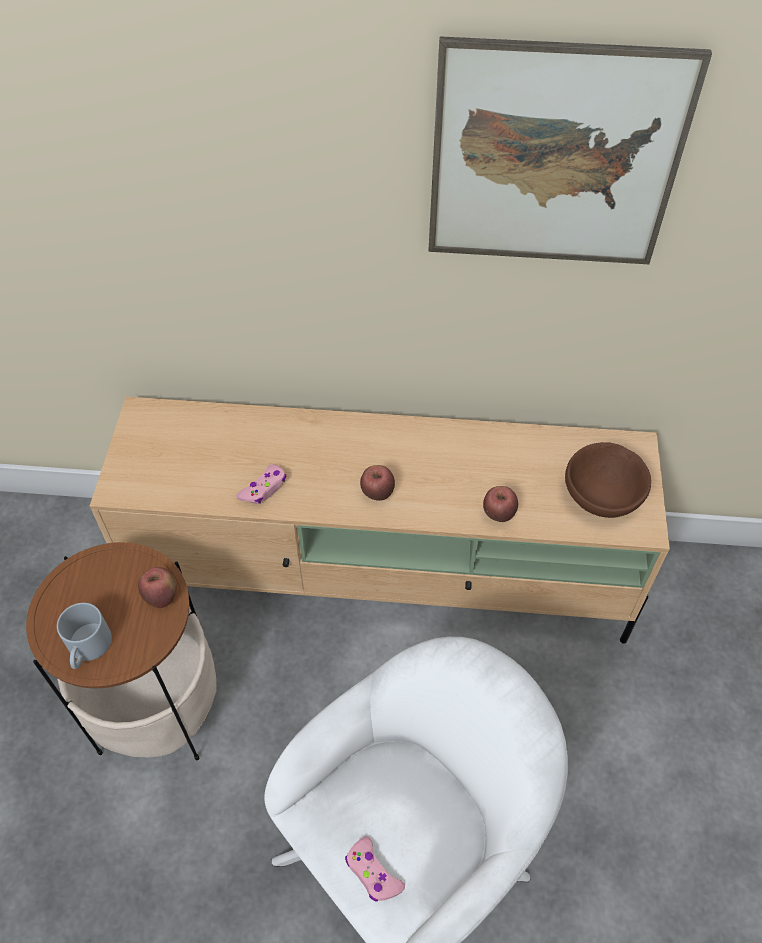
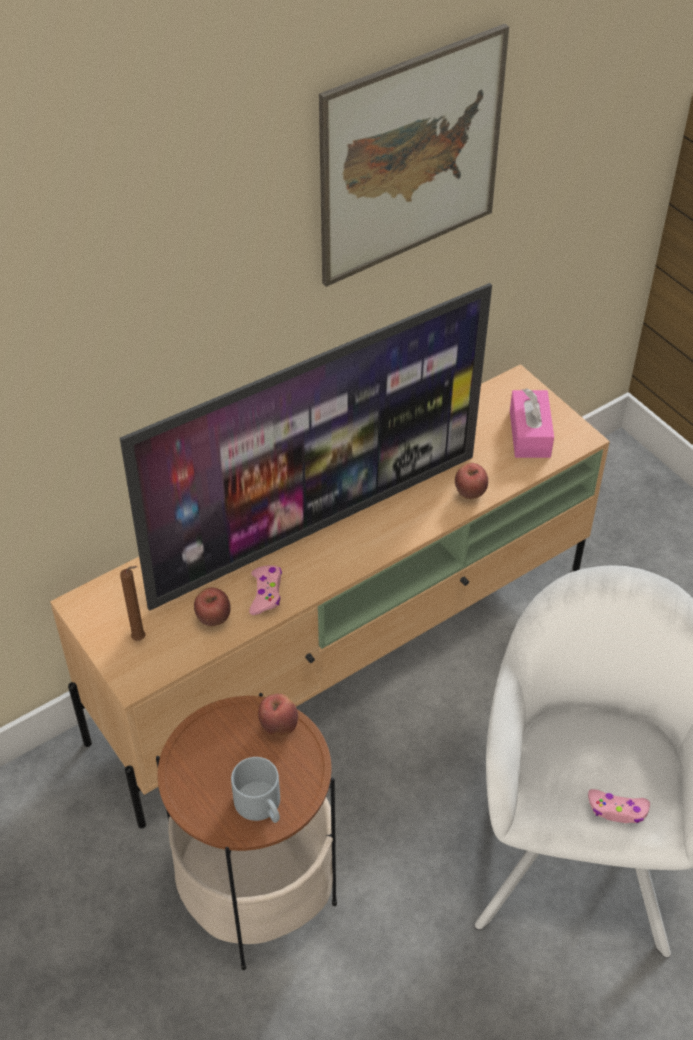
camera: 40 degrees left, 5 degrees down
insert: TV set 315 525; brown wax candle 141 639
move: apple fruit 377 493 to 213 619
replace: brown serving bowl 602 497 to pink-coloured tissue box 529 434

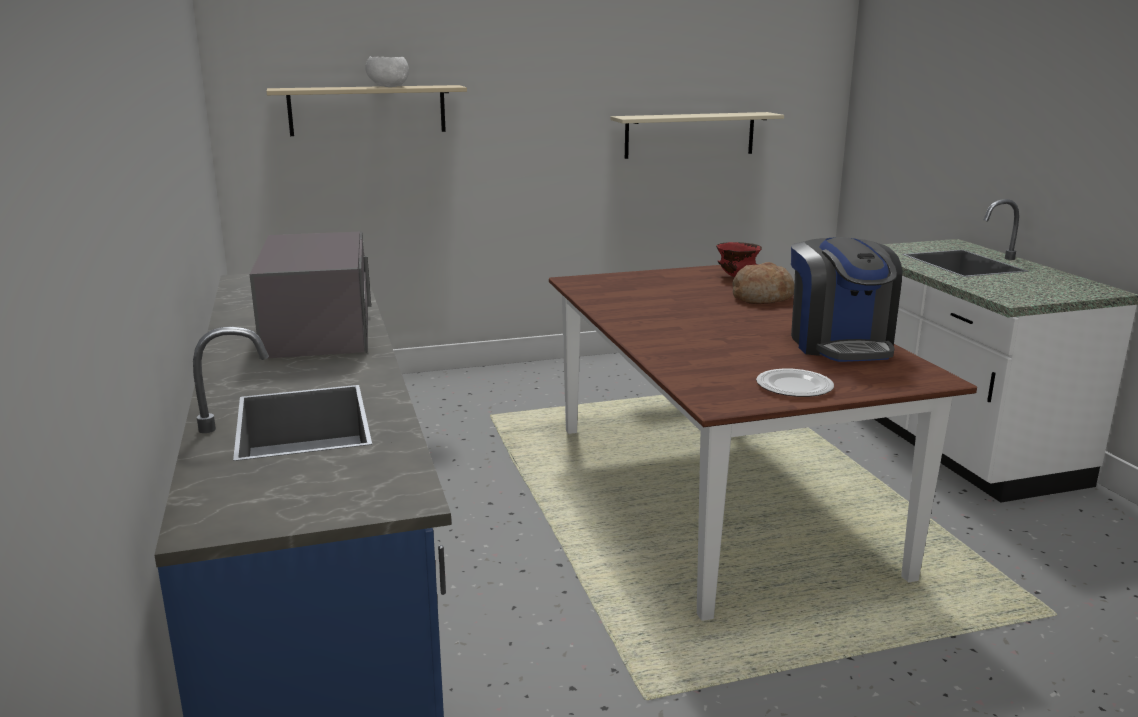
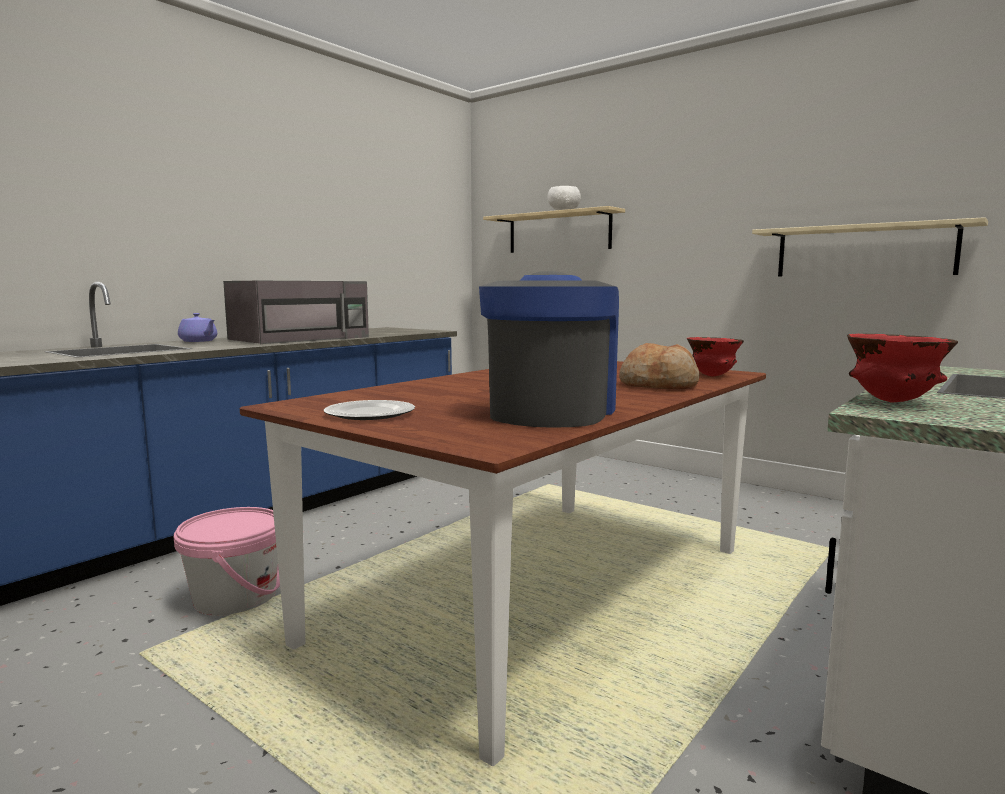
camera: 55 degrees right, 10 degrees down
insert: purple-coloured pot for tea 199 341; reddish serving bowl 894 402; pink-coloured bucket 235 597
rotate: coffee maker 840 344 = 551 412 150 degrees clockwise

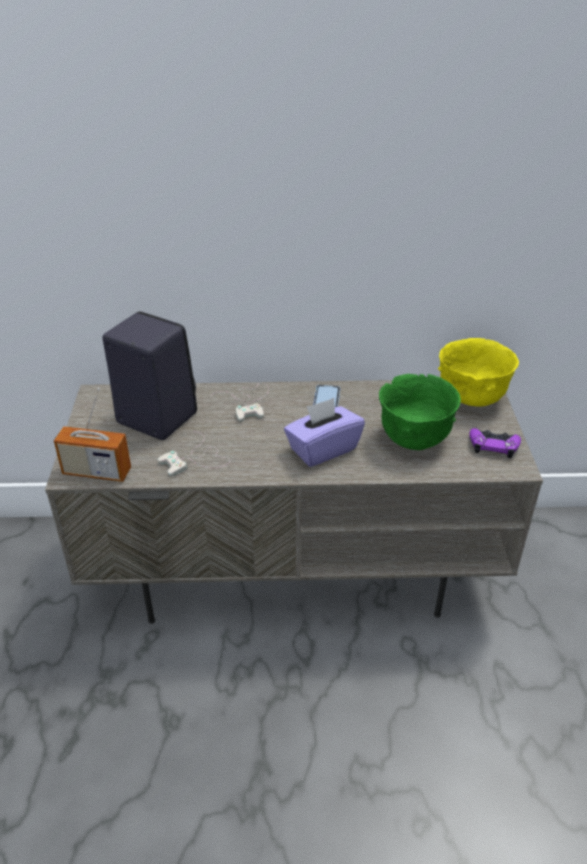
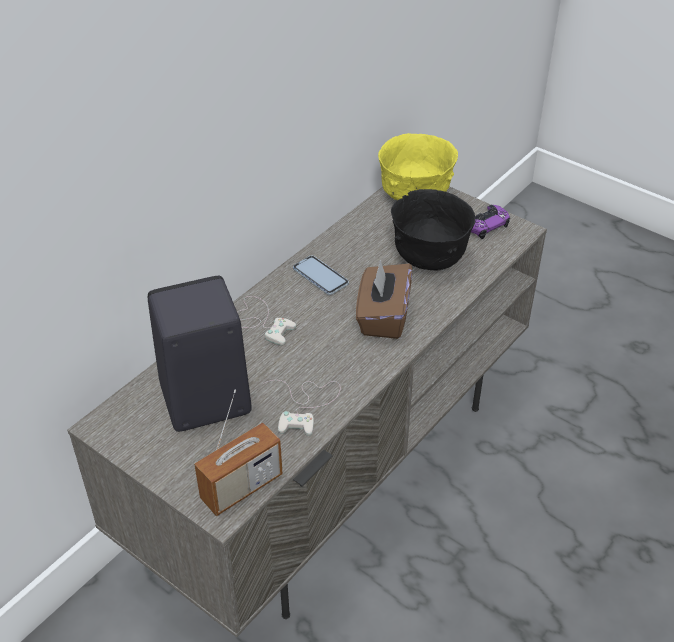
camera: 50 degrees left, 5 degrees up
recolor: greenish serving bowl 414 439 to black-coloured serving bowl 429 258; purple-coloured tissue box 322 449 to brown tissue box 383 317

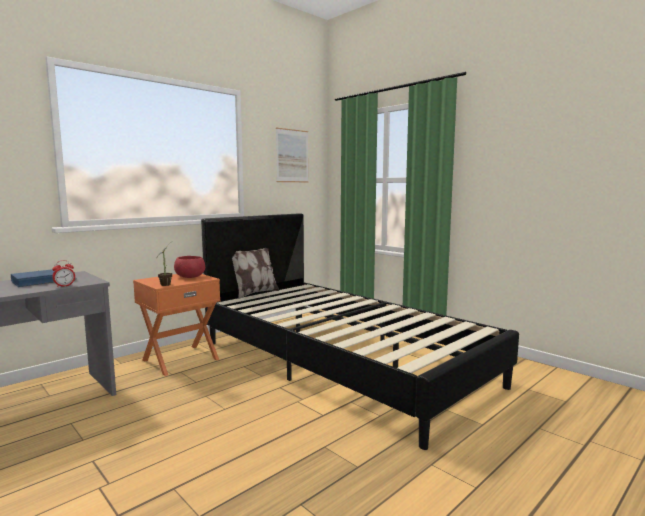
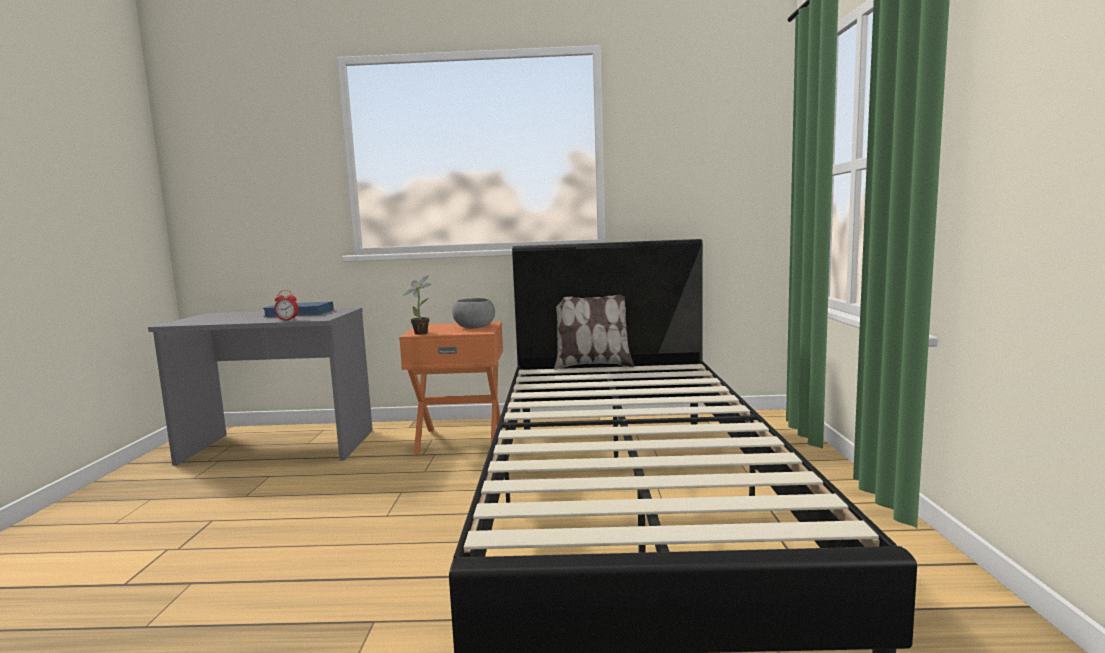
camera: 45 degrees right, 0 degrees up
delete: wall picture 292 156
recolor: reddish serving bowl 190 276 to grey serving bowl 474 327

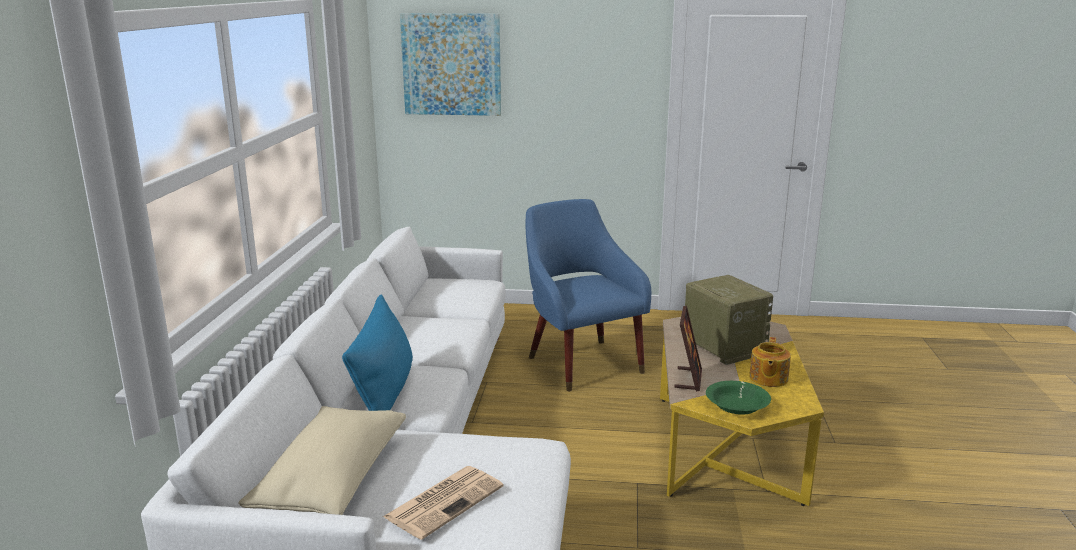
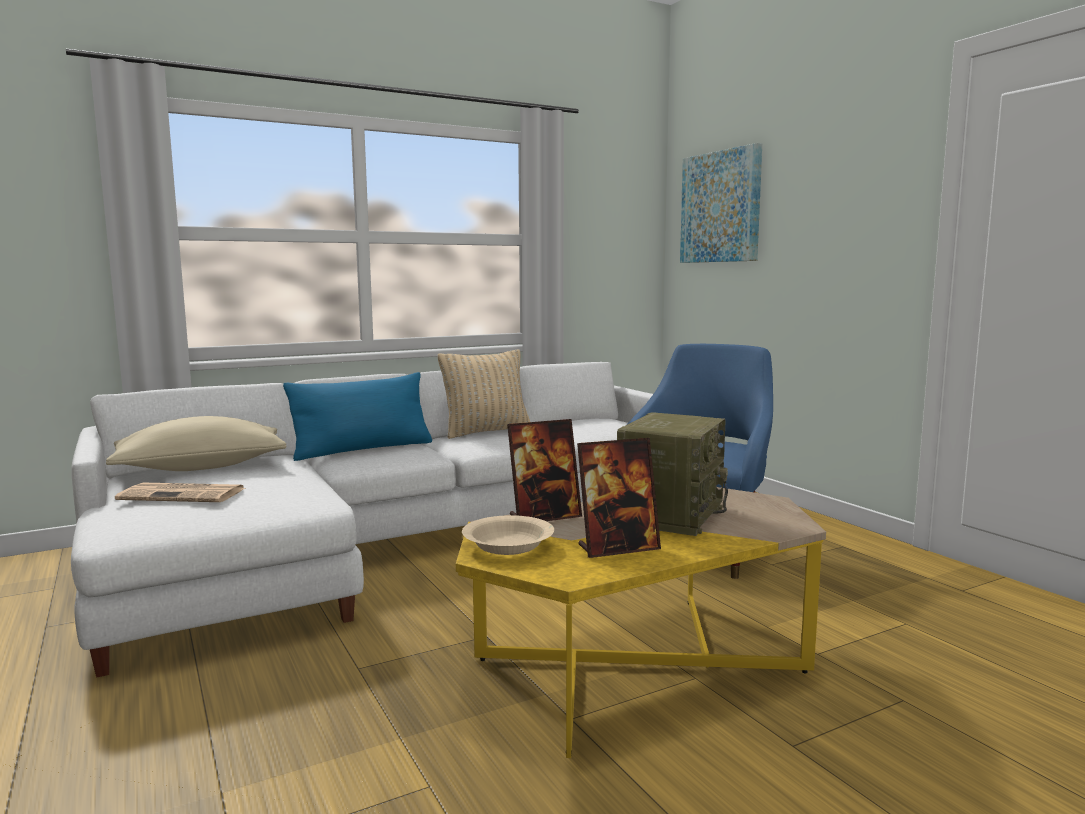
camera: 55 degrees right, 10 degrees down
insert: beige throw pillow 486 432
replace: pot for tea 768 378 to standing frame 618 548
recolor: greenish serving bowl 737 406 to beige serving bowl 508 546

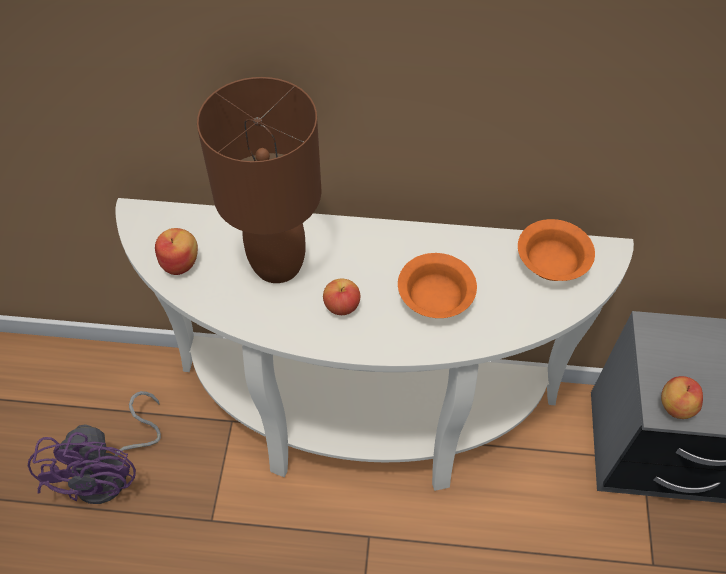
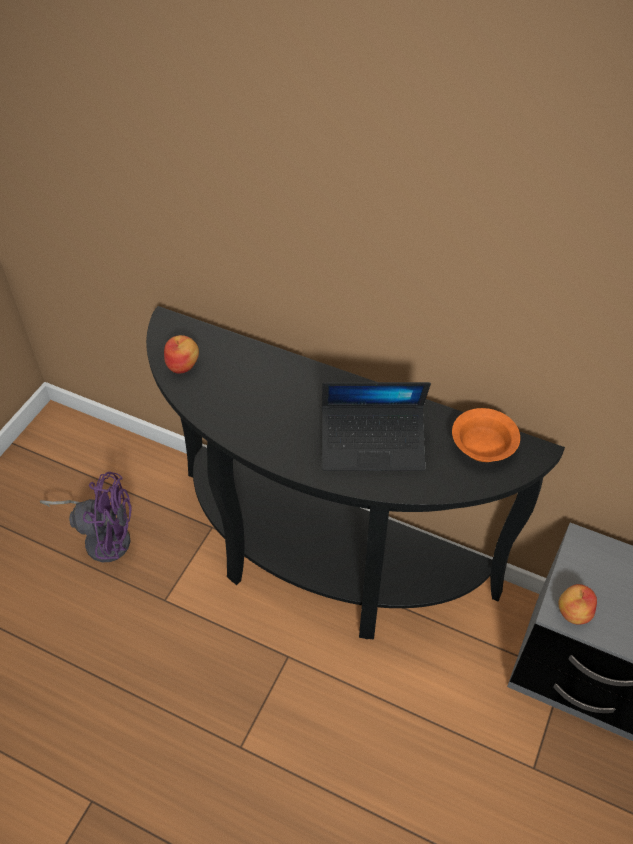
camera: 20 degrees right, 5 degrees down
delete: brown tabletop lamp 278 264; apple fruit 342 306
replace: orange serving bowl 436 296 to portable computer 372 445
recolor: white-coloured hall table 363 423 to black-coloured hall table 320 563
rotate: purple-coloured fan 112 471 = 103 537 105 degrees counterclockwise

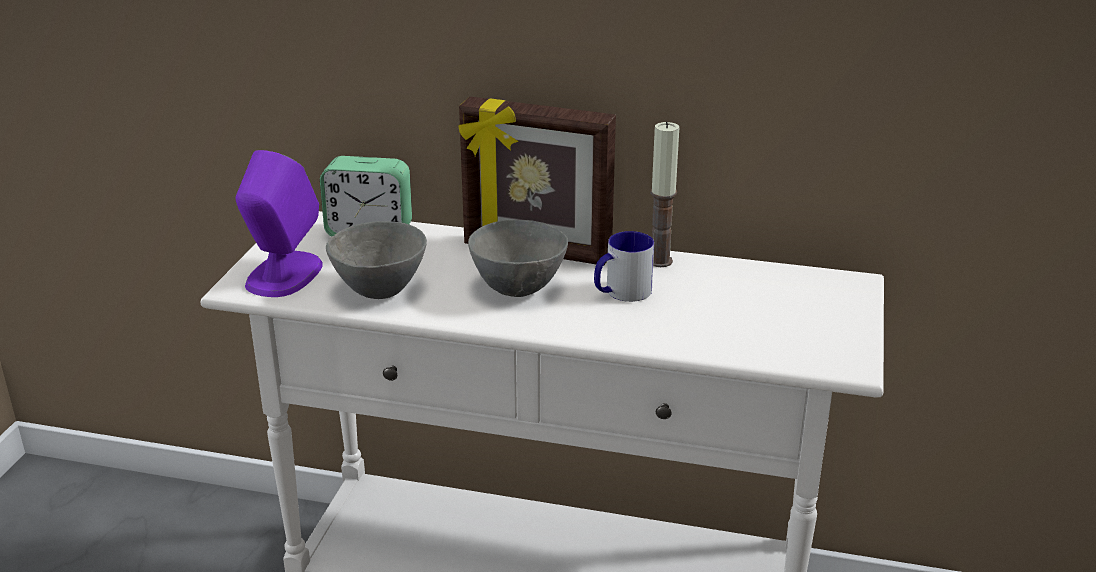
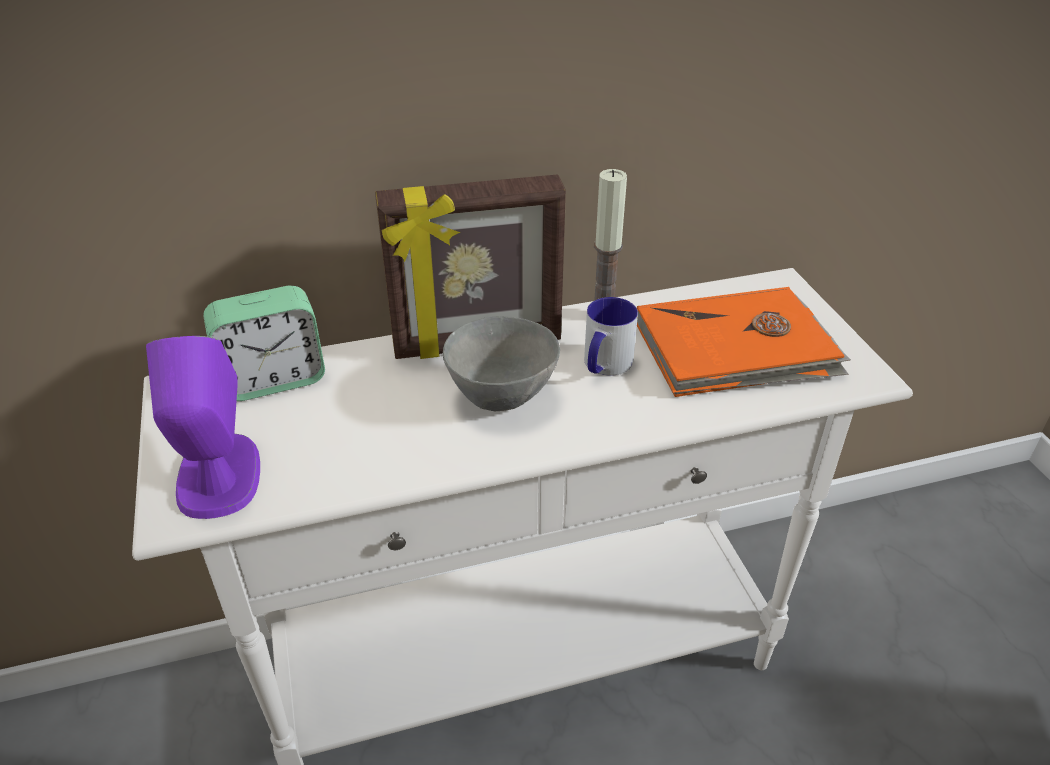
camera: 30 degrees left, 10 degrees up
delete: grey serving bowl 380 292
insert: orange bound book 736 349

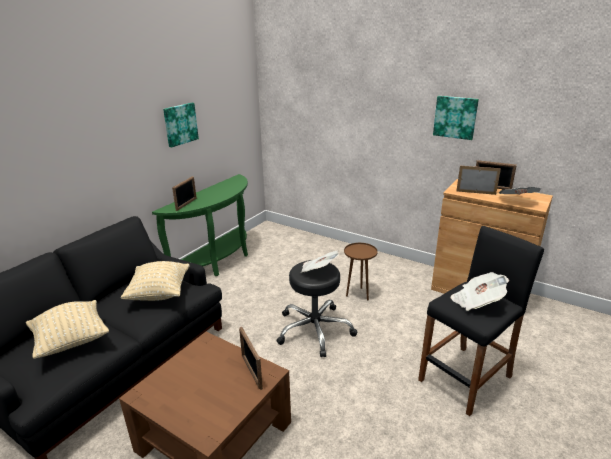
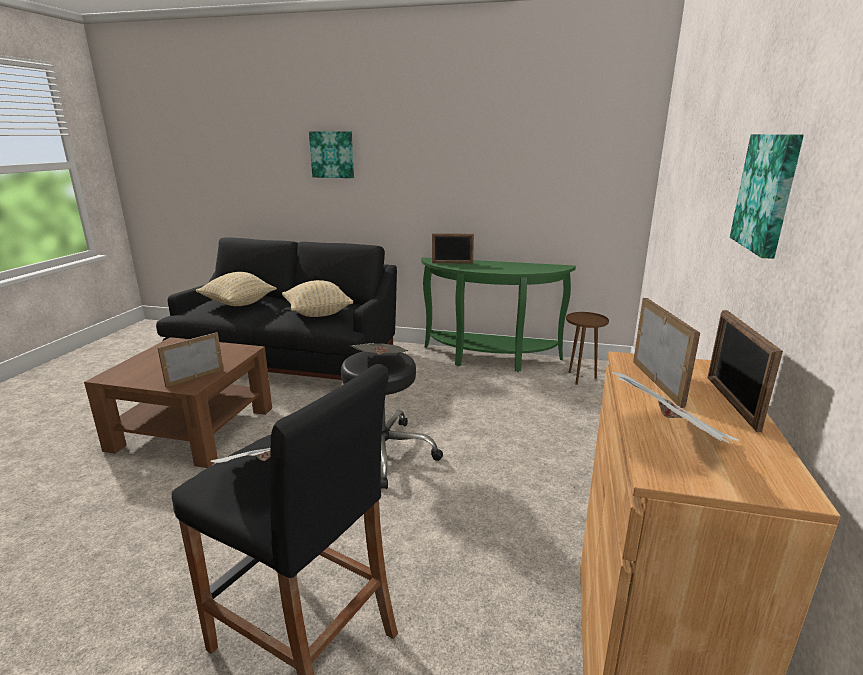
camera: 70 degrees right, 5 degrees down
move: wall picture 180 124 to 332 154; brown accent table 358 294 to 580 378

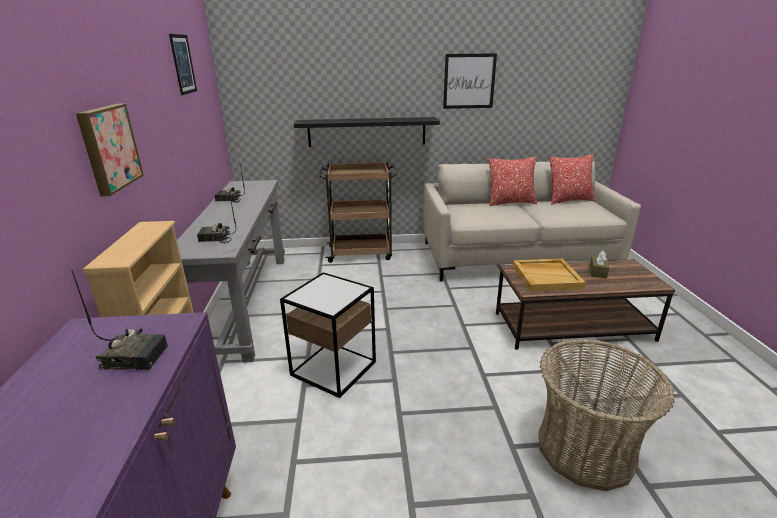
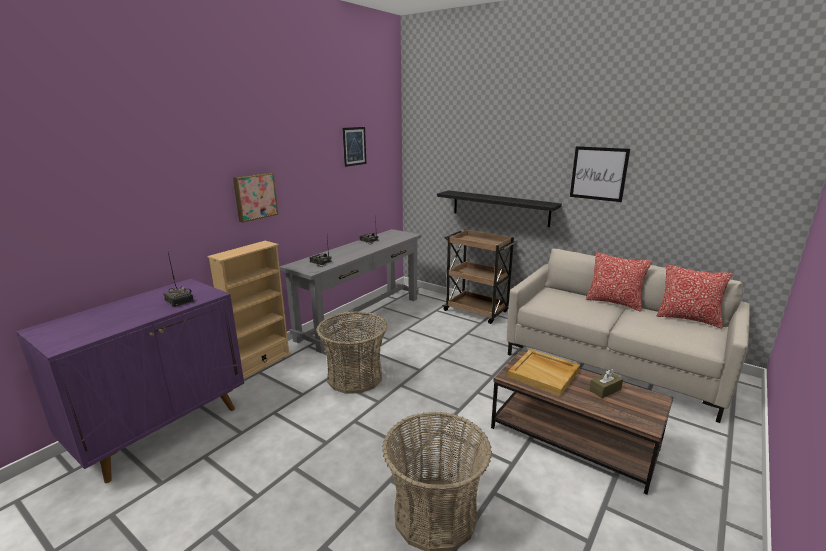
camera: 40 degrees right, 5 degrees down
replace: accent table 333 368 to basket 355 377

